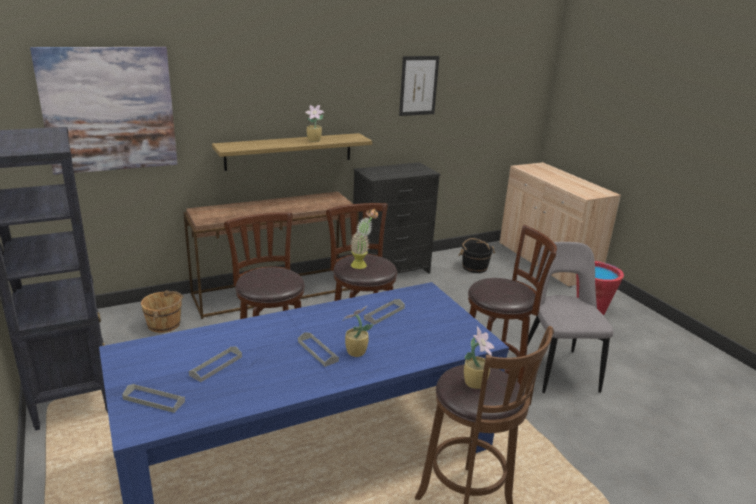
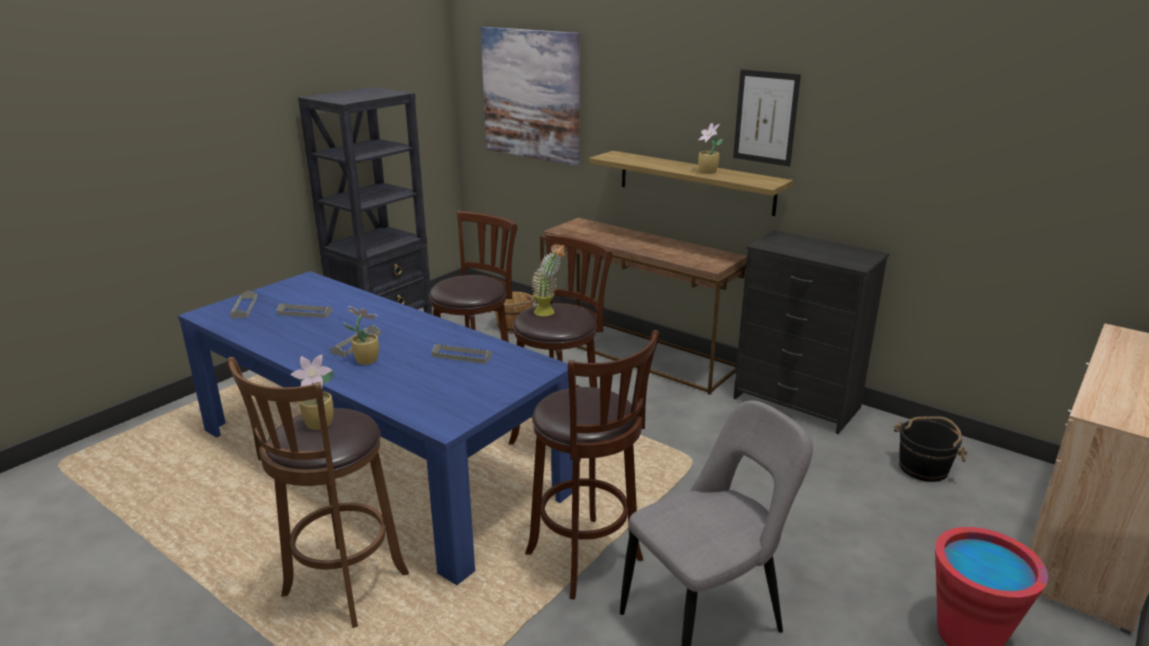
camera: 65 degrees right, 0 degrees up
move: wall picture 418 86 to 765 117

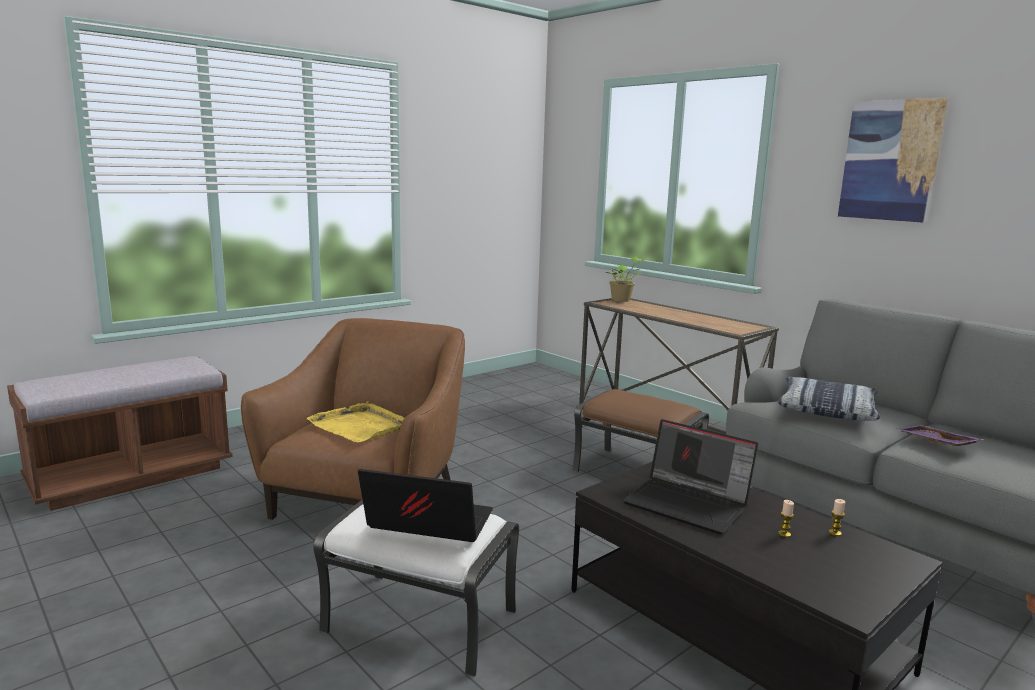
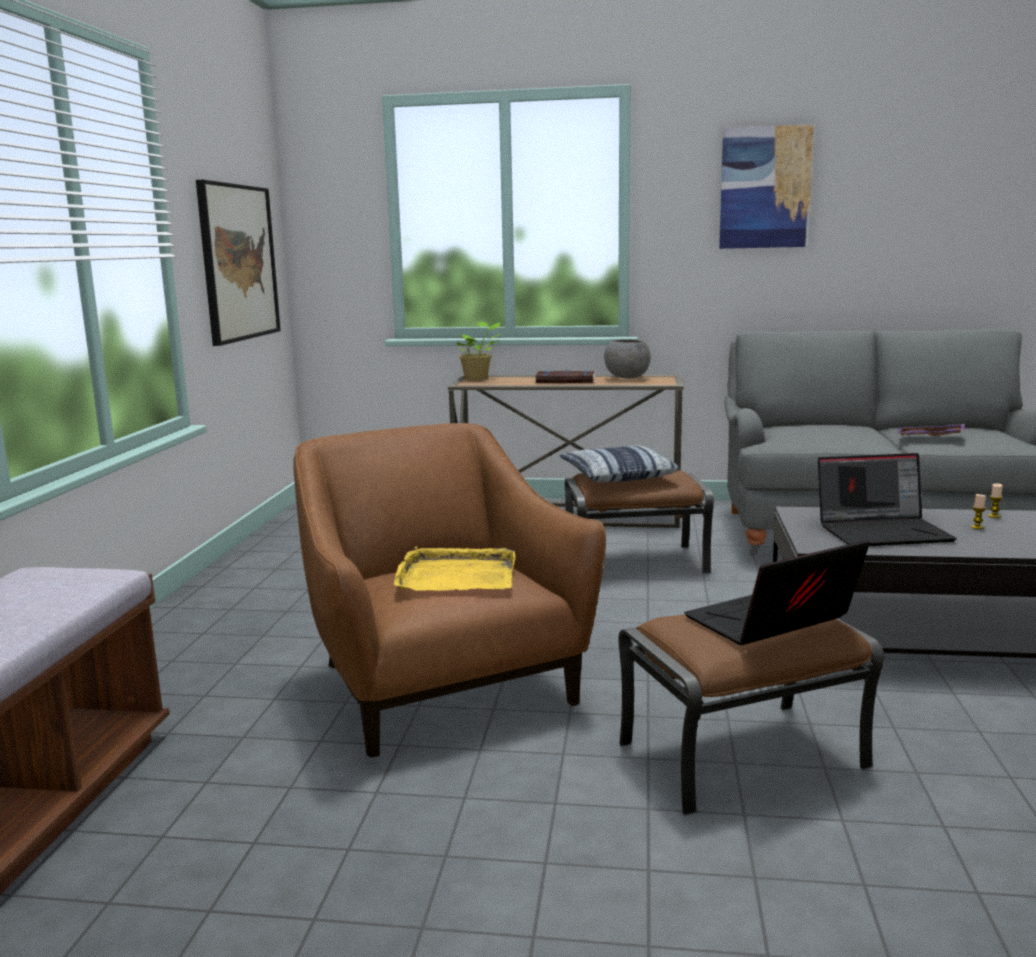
camera: 40 degrees left, 0 degrees up
insert: wall picture 238 262; grey serving bowl 626 378; bound book 564 381
move: throw pillow 827 409 to 617 476
recolor: white-coloured pouffe 418 622 to brown pouffe 742 757

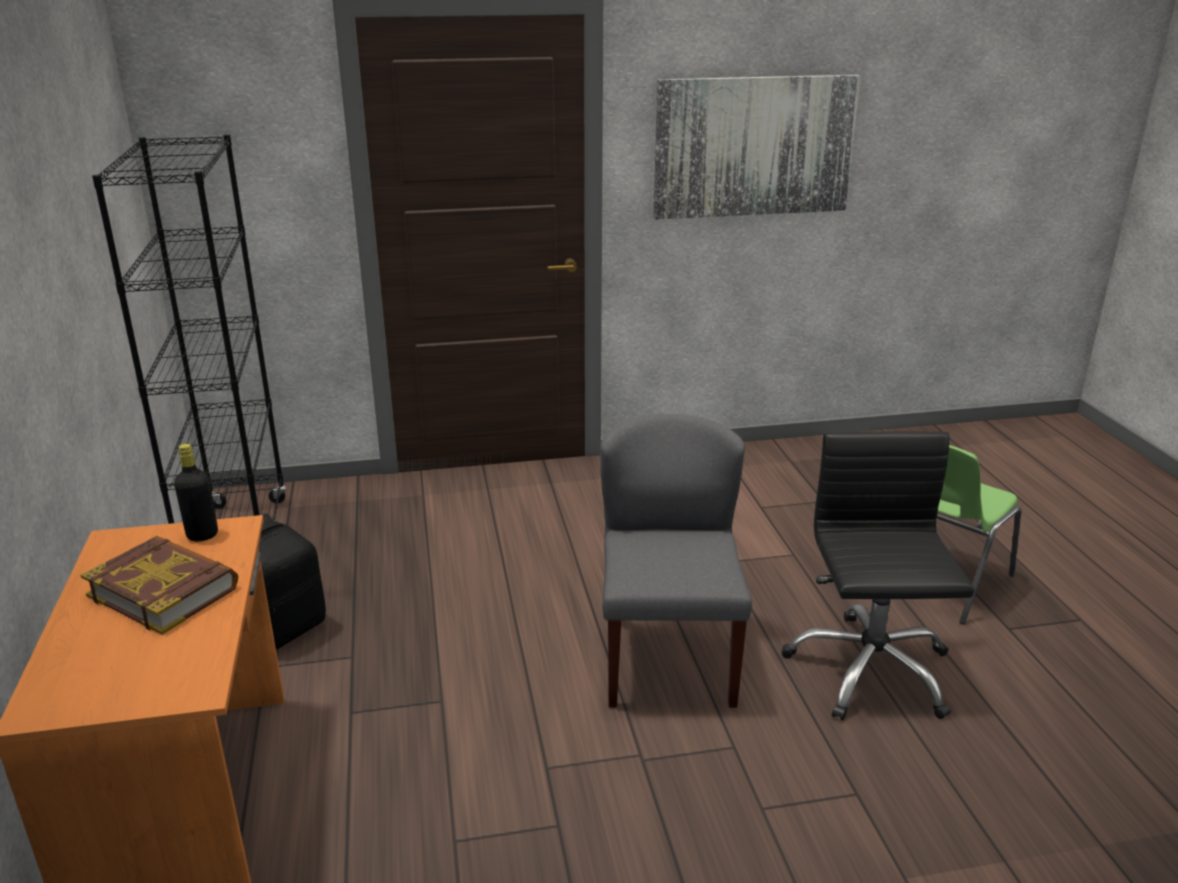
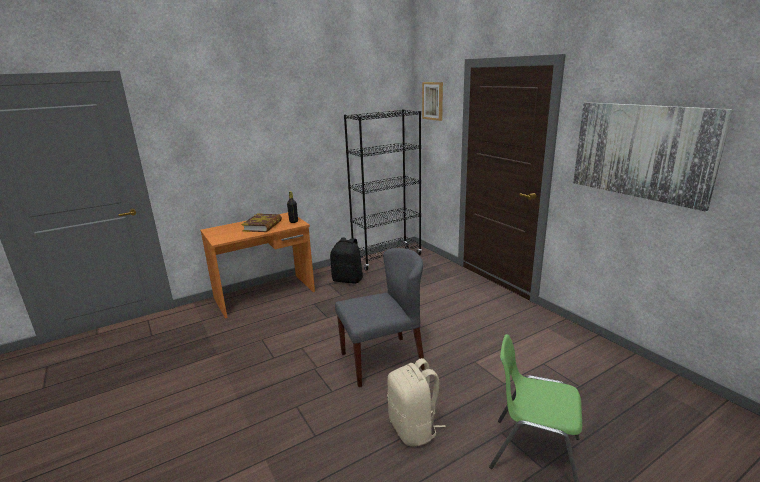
camera: 70 degrees right, 5 degrees down
insert: wall picture 433 101
replace: black-coloured desk chair 869 670 to beige rucksack 414 429

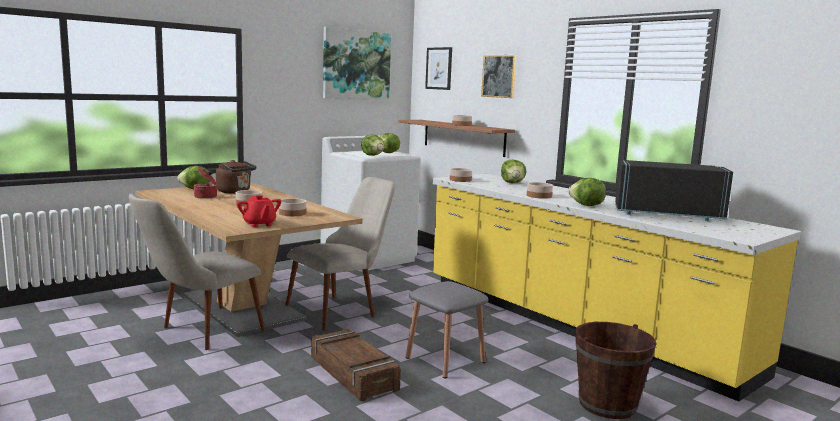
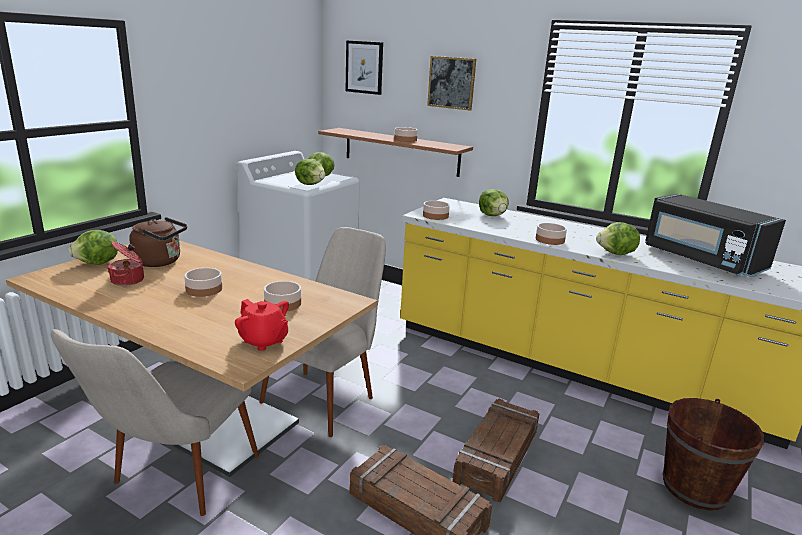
camera: 20 degrees left, 10 degrees up
delete: wall picture 356 65
replace: grey sitting stool 445 360 to crate 497 456
rotate: black-coloured kitchen microwave 667 214 = 701 259 120 degrees counterclockwise

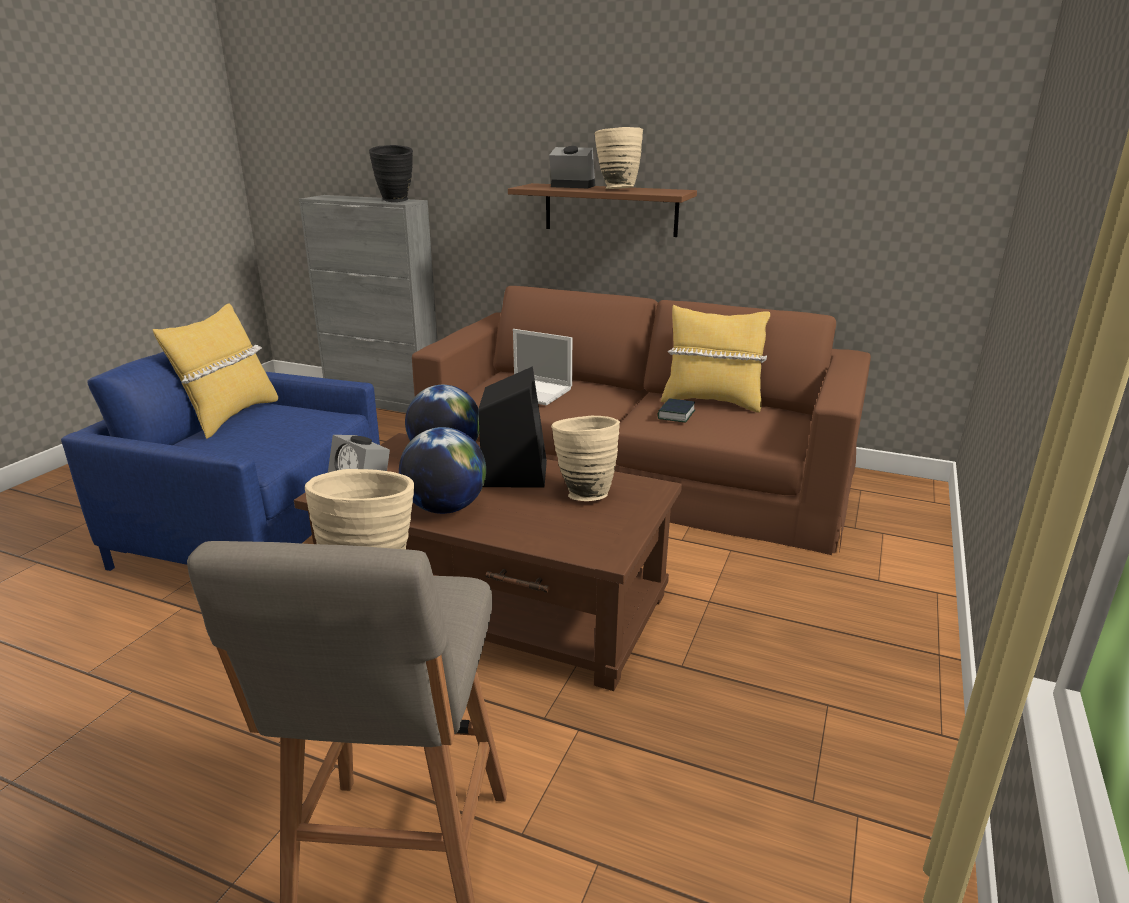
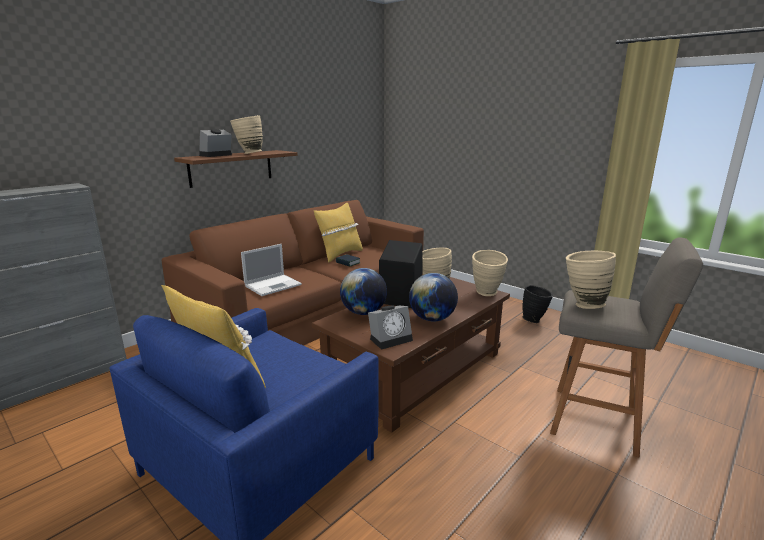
camera: 70 degrees left, 5 degrees down
insert: beige decorative vase 487 294
move: black-coloured decorative vase 396 201 to 535 320

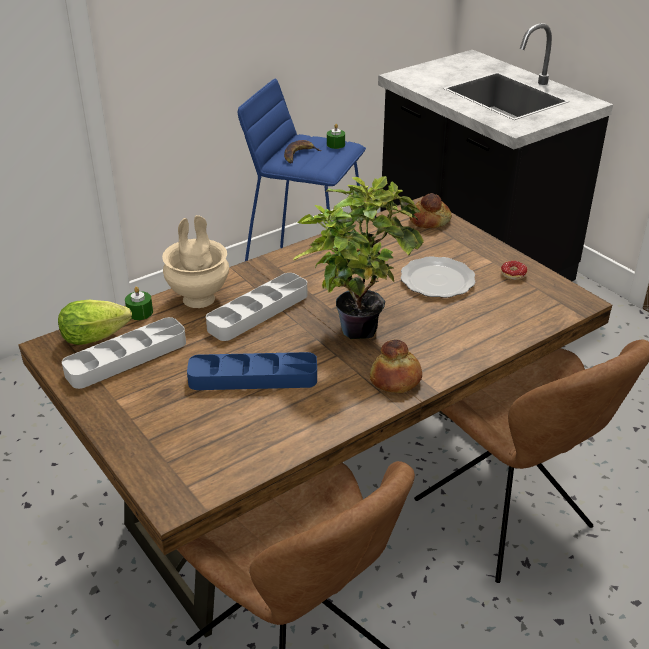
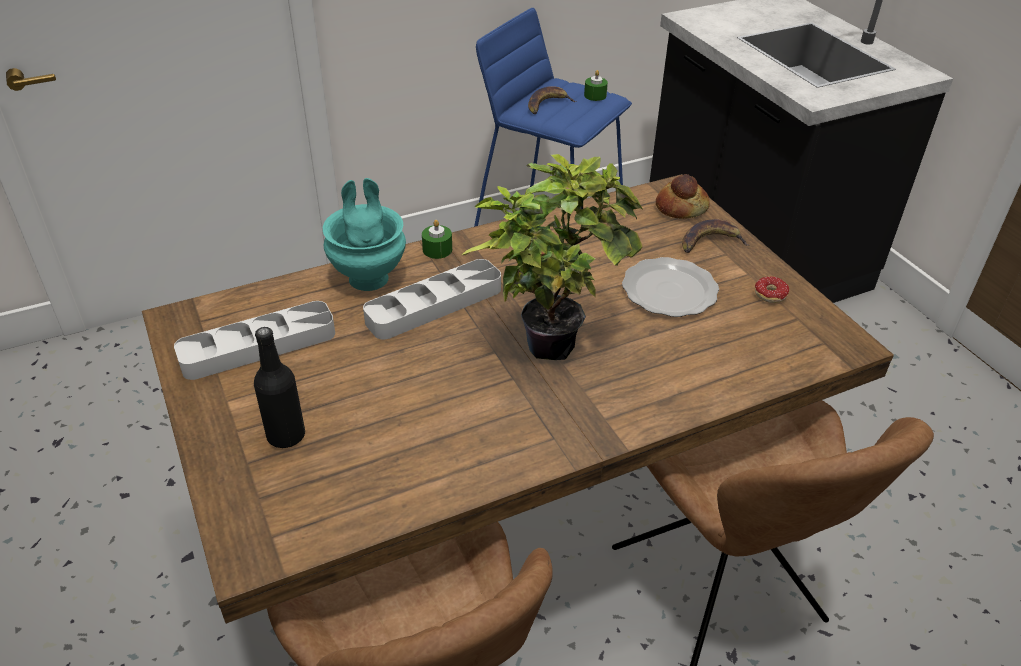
camera: 10 degrees right, 5 degrees up
delete: lettuce 99 337; baked bread 396 379; blue serving tray 253 377
insert: whole banana 710 242; black-coloured drink bottle 286 435
move: greenish wax candle 140 312 to 437 249
recolor: beige decorative vase 199 298 to turquoise-coloured decorative vase 369 278

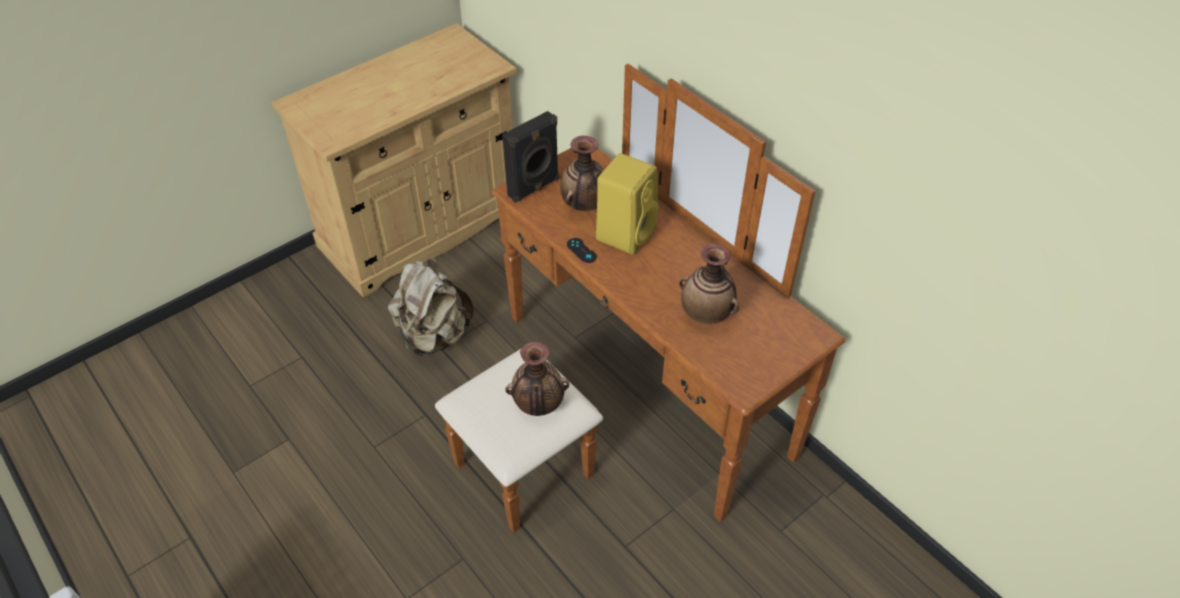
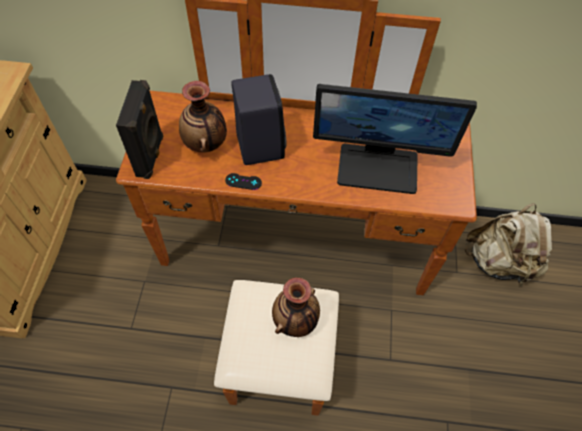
camera: 45 degrees left, 10 degrees up
move: beige rucksack 433 336 to 499 262
replace: decorative vase 706 314 to monitor 378 167
recolor: yellow speaker 626 232 to black-coloured speaker 259 144

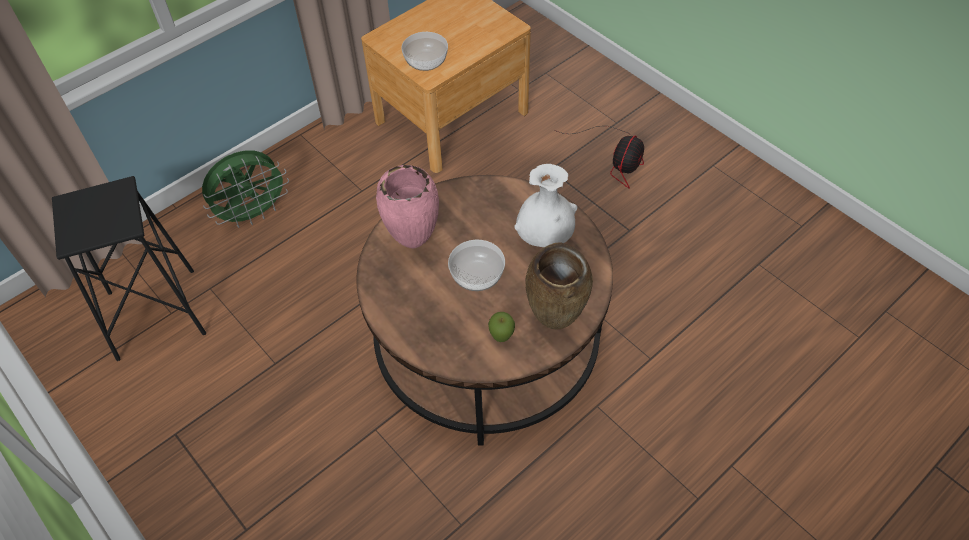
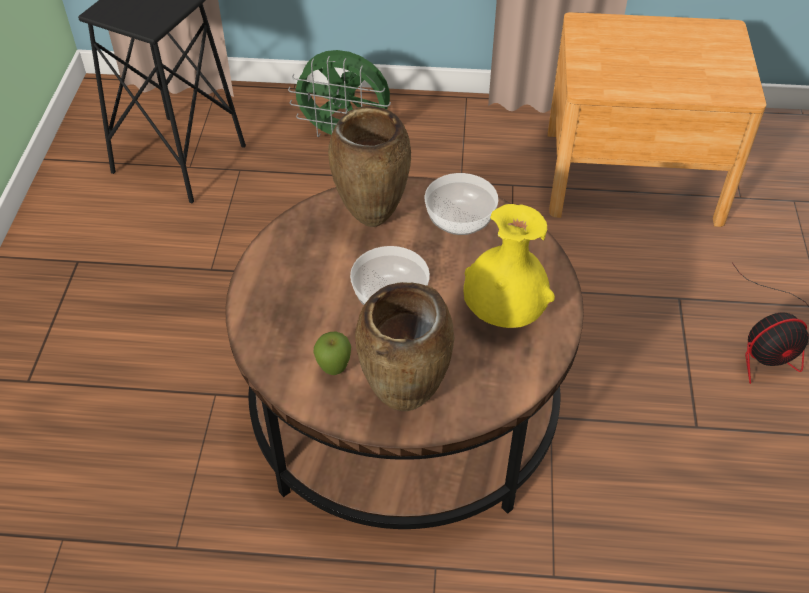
camera: 45 degrees right, 5 degrees down
move: serving bowl 425 61 to 458 218
recolor: white-coloured decorative vase 544 238 to yellow decorative vase 504 315; pink-coloured decorative vase 413 243 to brown decorative vase 370 221

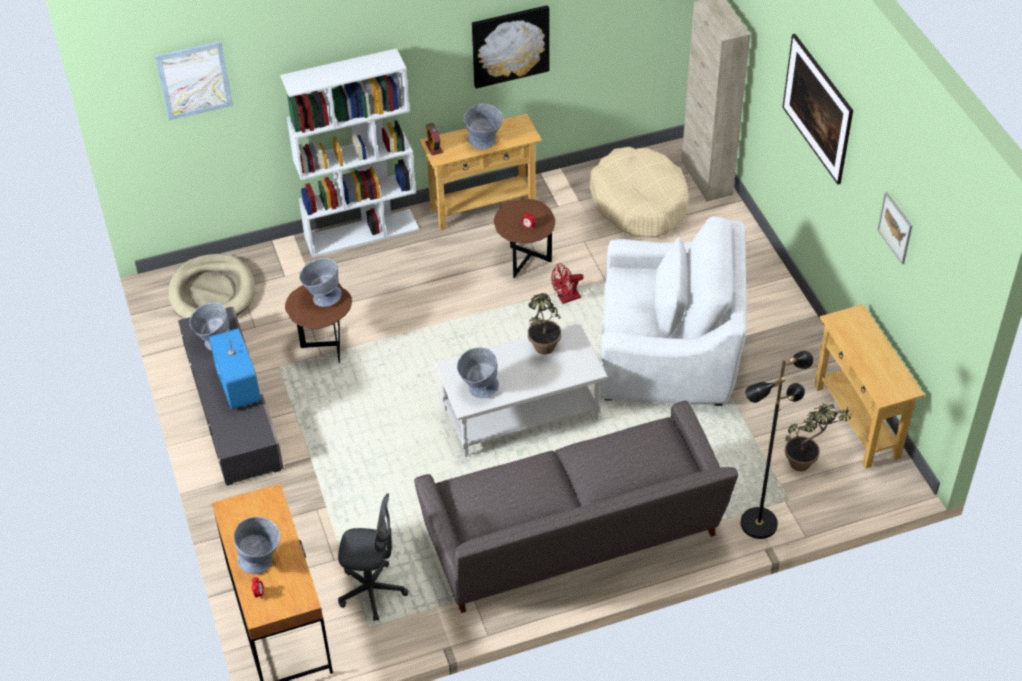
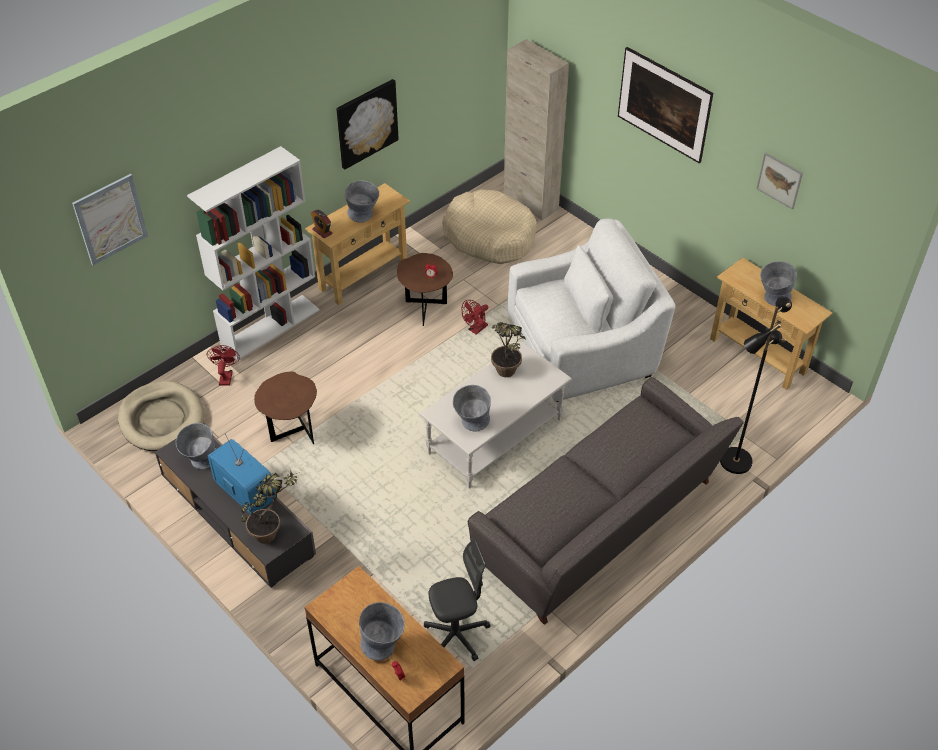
camera: 25 degrees left, 0 degrees up
insert: reddish fan 226 376
move: grey serving bowl 322 297 to 772 298; houseplant 807 463 to 273 533

